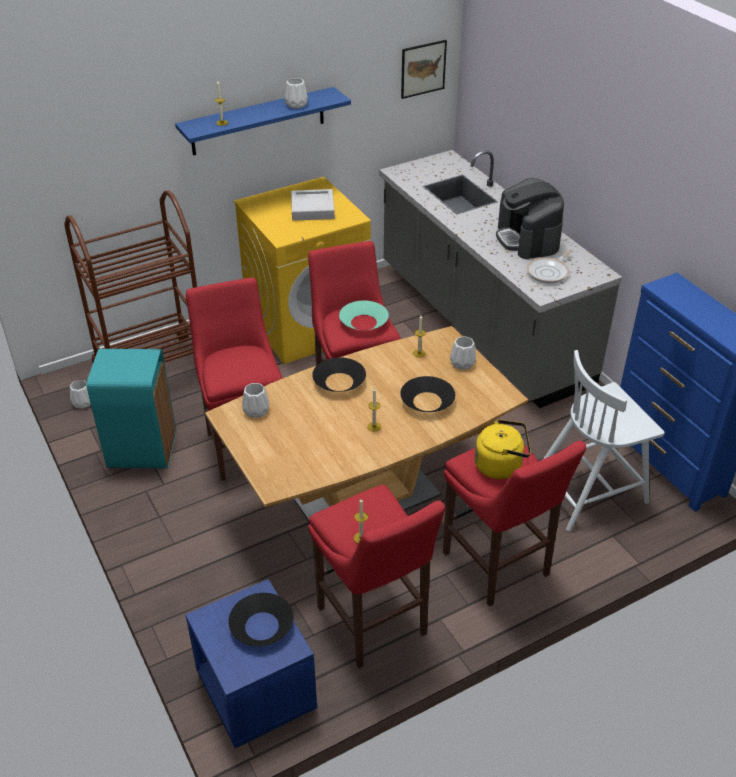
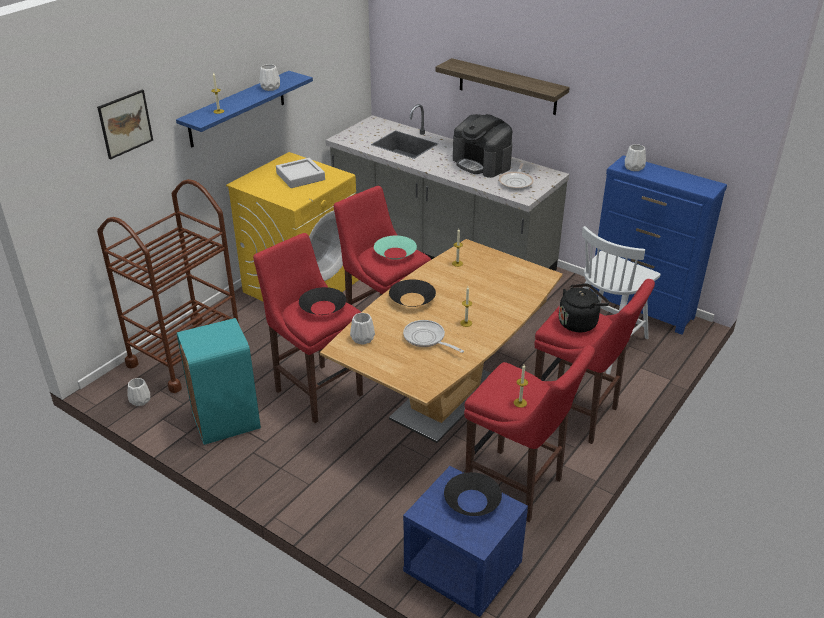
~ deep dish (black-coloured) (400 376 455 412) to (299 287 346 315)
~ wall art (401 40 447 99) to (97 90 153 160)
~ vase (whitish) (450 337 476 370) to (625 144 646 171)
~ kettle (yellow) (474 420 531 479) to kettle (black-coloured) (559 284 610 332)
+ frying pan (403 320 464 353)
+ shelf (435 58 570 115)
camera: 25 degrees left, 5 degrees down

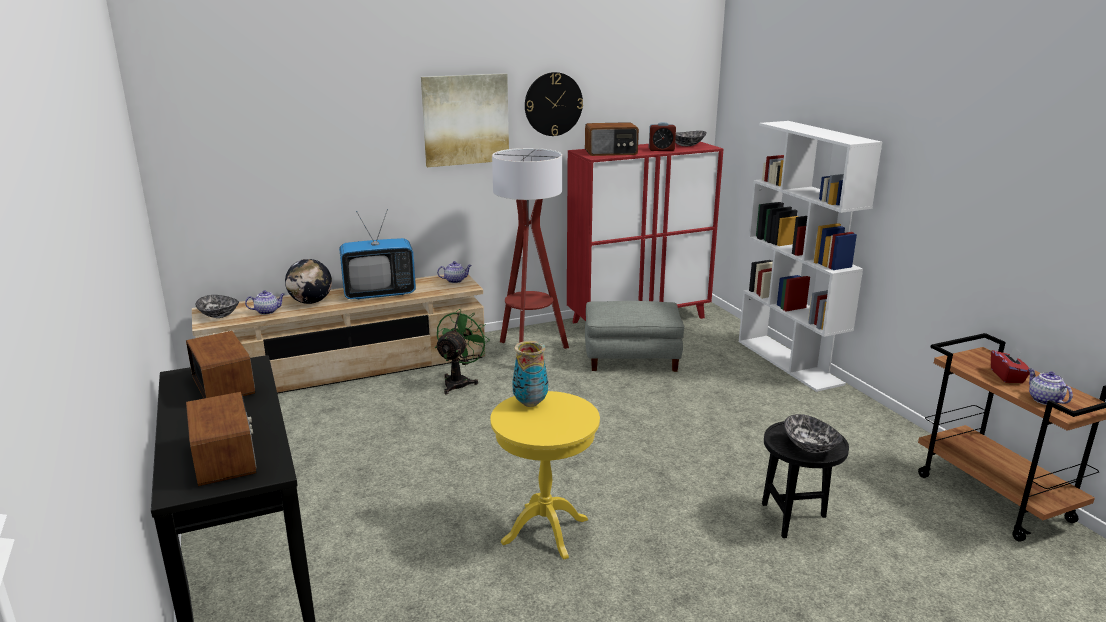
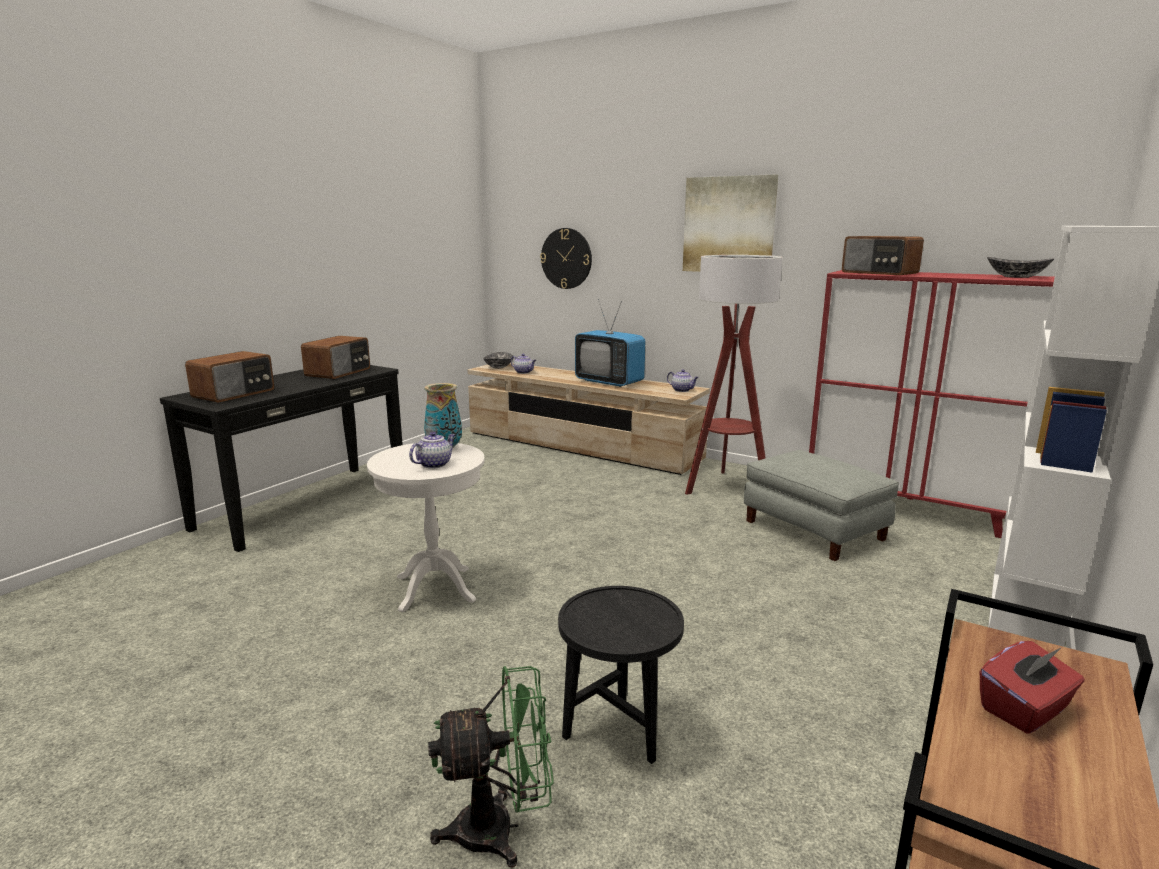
- globe (285 259 332 304)
~ electric fan (green) (435 309 490 394) to (428 666 554 868)
~ accent table (yellow) (490 391 600 560) to accent table (whitish) (367 443 485 612)
~ clock on the wall (525 72 583 136) to (540 228 592 289)
- alarm clock (649 122 676 151)
- deep dish (784 414 843 453)
~ teapot (1028 369 1073 405) to (409 432 455 469)
camera: 55 degrees right, 5 degrees down

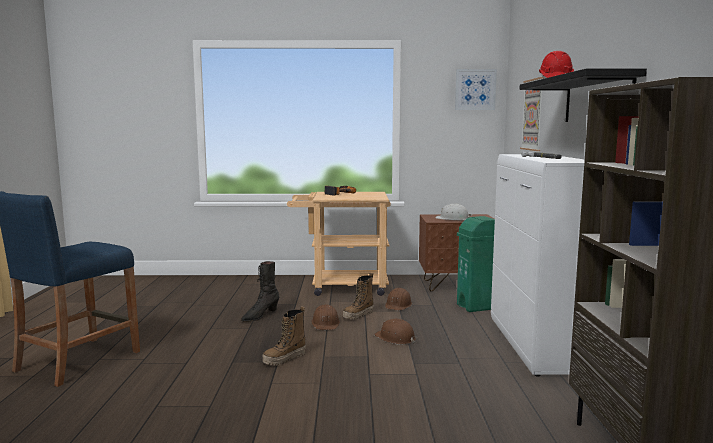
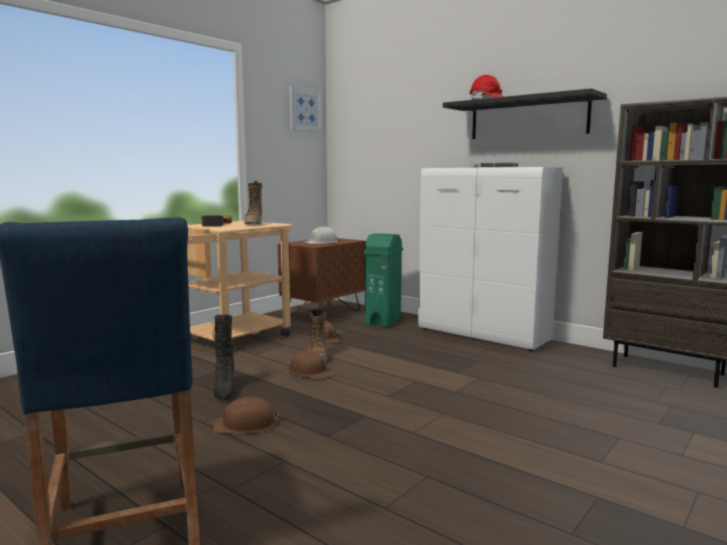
~ tall boot (262 306 306 366) to (244 181 263 224)
~ safety helmet (brown) (374 319 417 345) to (213 396 280 434)
- wall art (520 77 544 151)
camera: 50 degrees left, 0 degrees up

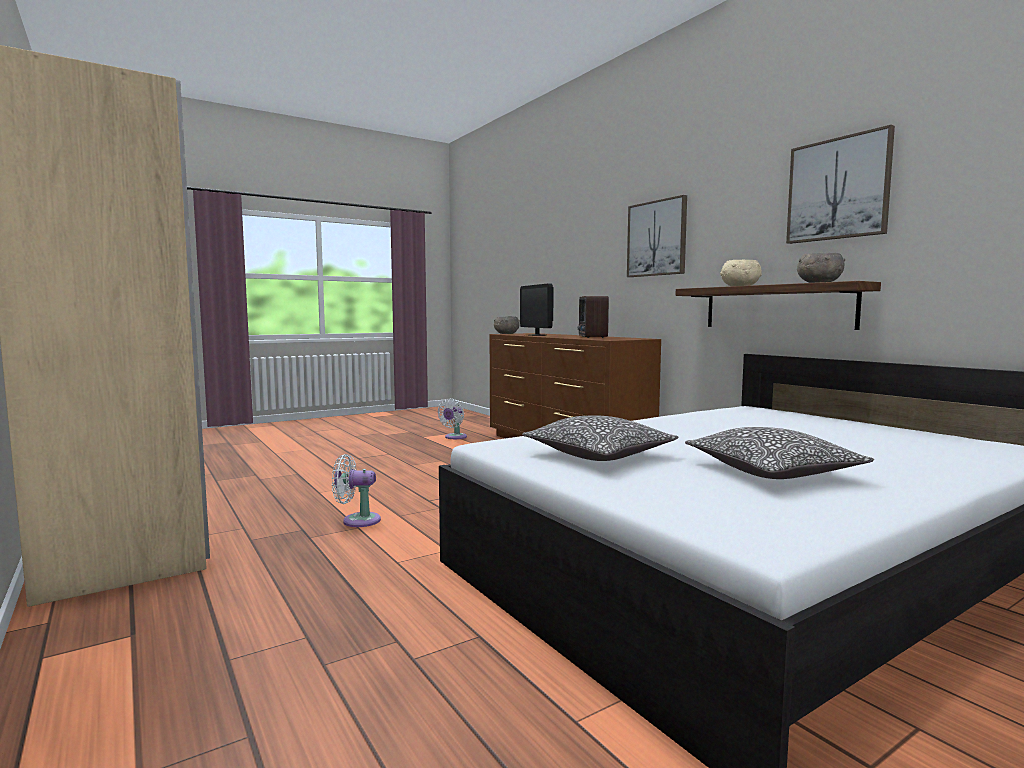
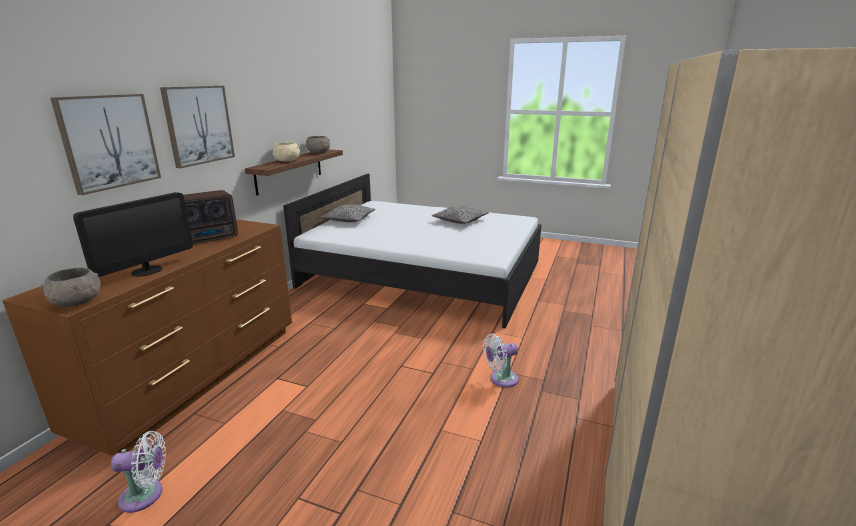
~ electric fan (whitish) (332 454 381 527) = (483 334 519 387) 105 degrees clockwise
~ throw pillow (522 415 678 461) to (321 205 375 222)
~ wall art (786 125 895 244) to (50 94 161 195)
camera: 125 degrees left, 15 degrees up

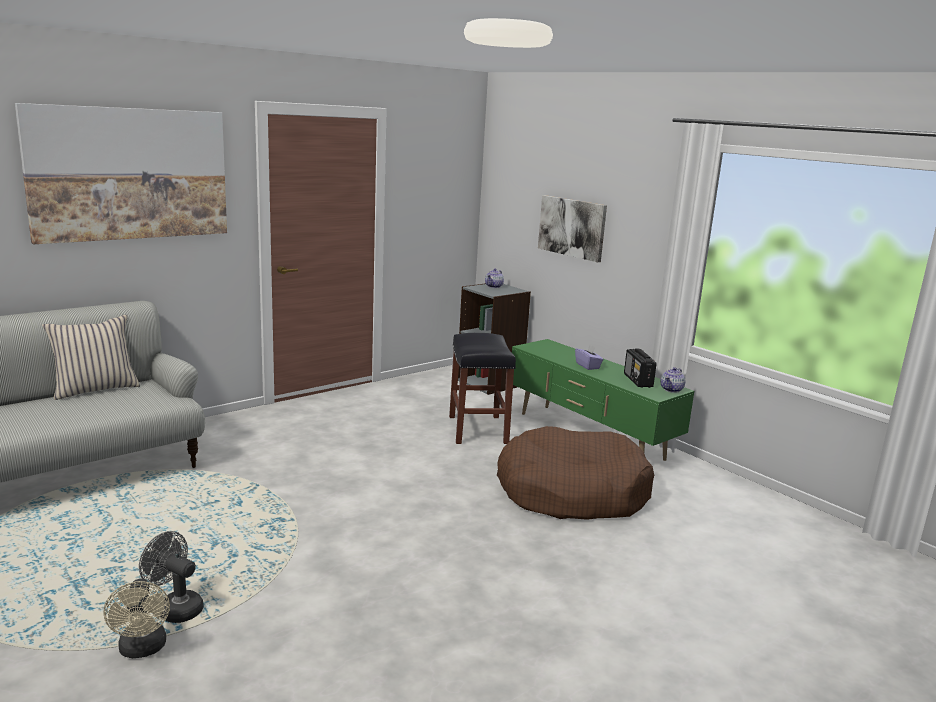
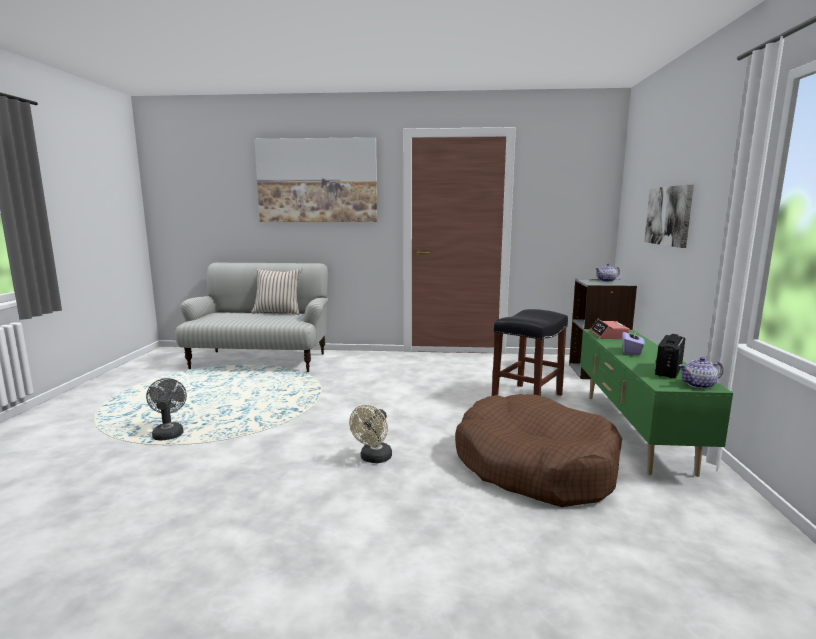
~ electric fan (beige) (104 579 170 658) to (349 405 392 463)
+ alarm clock (589 319 630 339)
camera: 45 degrees right, 5 degrees down

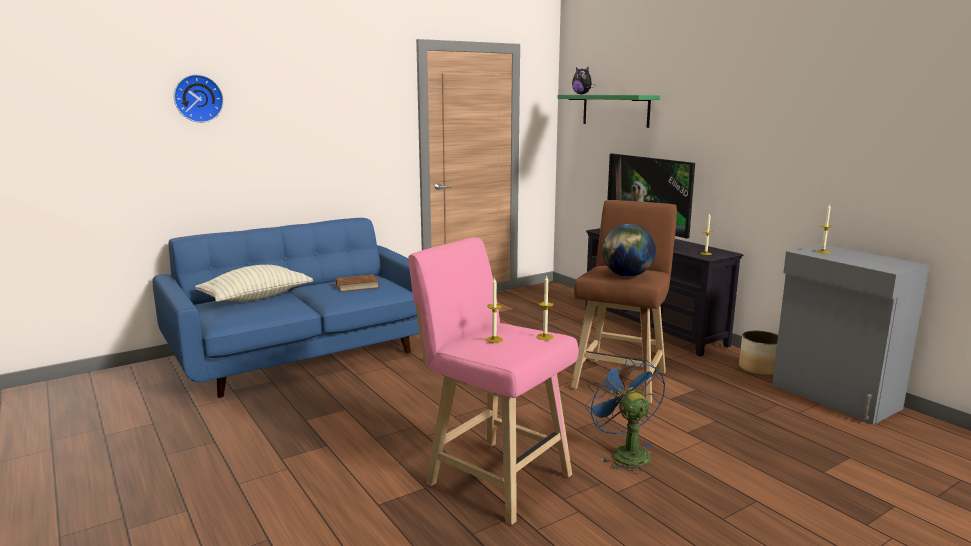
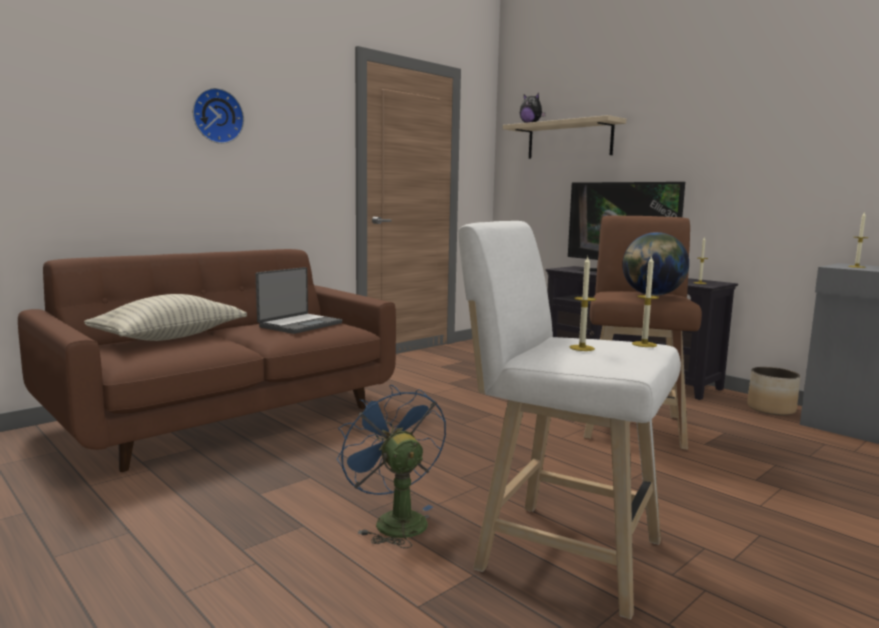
~ sofa (bluish) (152 218 420 398) to sofa (brown) (18 249 396 472)
~ clock on the wall (174 74 224 123) to (193 88 244 144)
~ book (brown) (330 275 379 292) to portable computer (256 267 342 334)
~ stool (pinkish) (408 237 579 525) to stool (whitish) (458 221 681 619)
~ shelf (green) (558 95 660 128) to shelf (beige) (503 115 626 159)
~ electric fan (bluish) (585 357 665 474) to (337 385 446 548)
camera: 10 degrees left, 5 degrees down

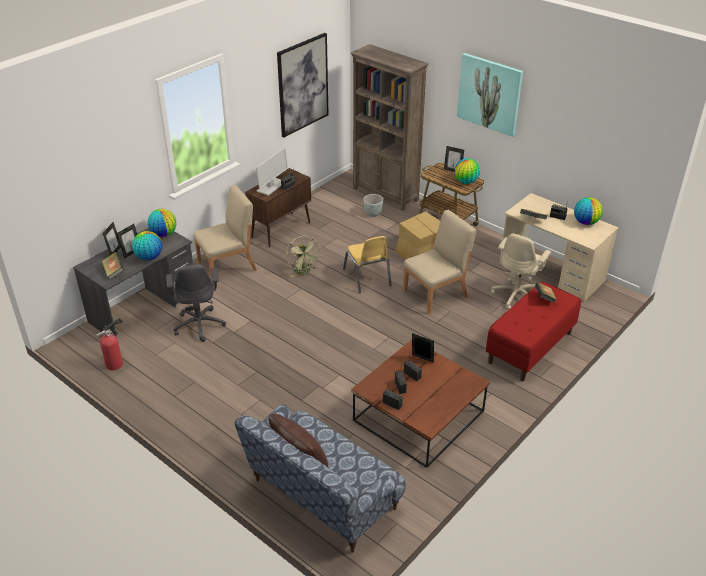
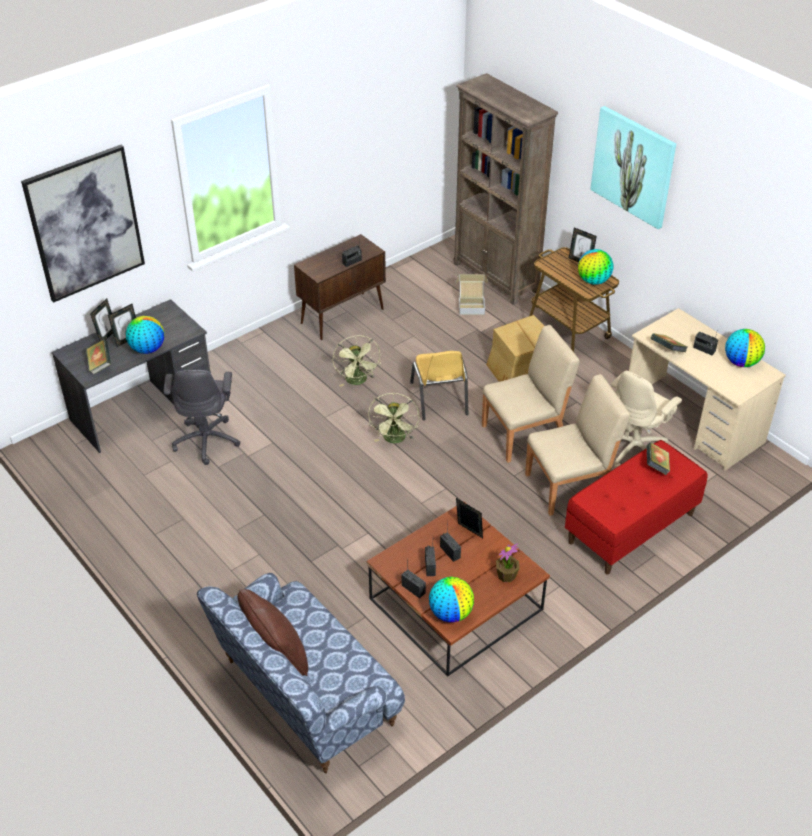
- fire-fighting cylinder (96 318 123 370)
~ globe (148 209 176 237) to (429 577 474 622)
~ upright chair (beige) (193 185 257 284) to (525 374 630 516)
- computer display (256 147 288 196)
~ wall art (277 33 329 137) to (21 145 145 303)
~ planter (greyish) (363 194 383 217) to packing box (456 274 488 315)
+ electric fan (green) (368 393 419 443)
+ plant in a pot (496 543 519 582)
camera: 10 degrees right, 5 degrees up

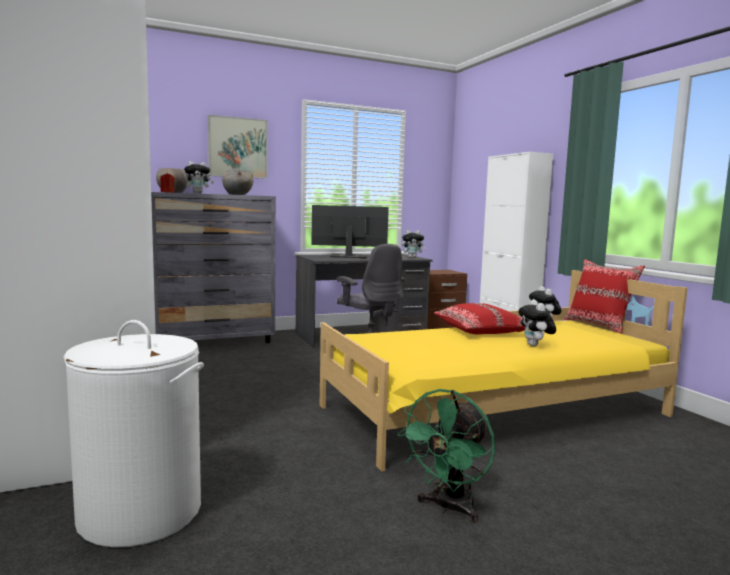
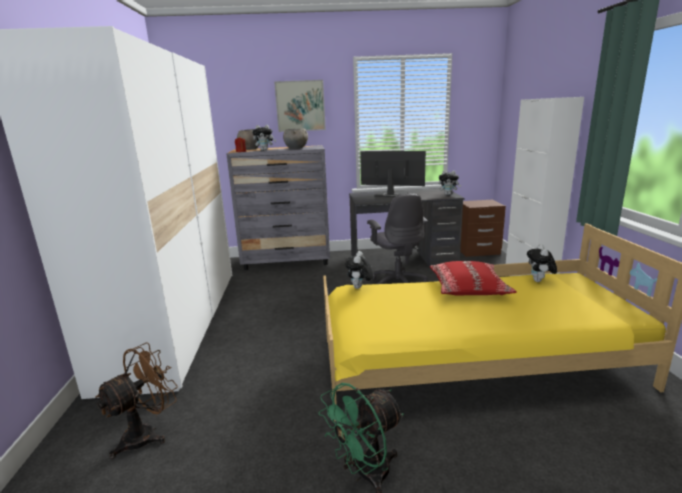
~ laundry basket (whitish) (64 320 204 548) to electric fan (brown) (95 342 178 459)
~ cuddly toy (518 300 556 346) to (345 251 373 289)
- throw pillow (red) (564 259 645 334)
camera: 20 degrees right, 10 degrees up

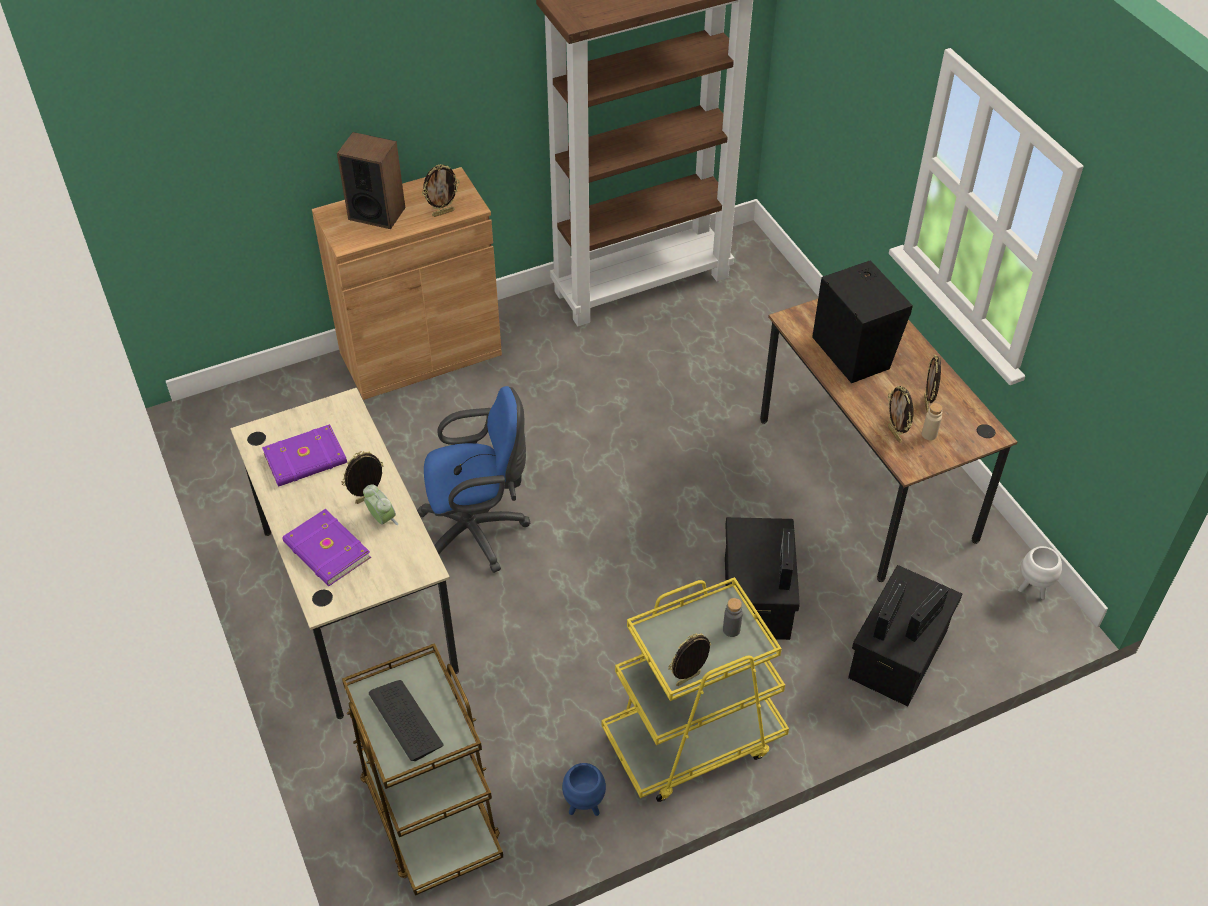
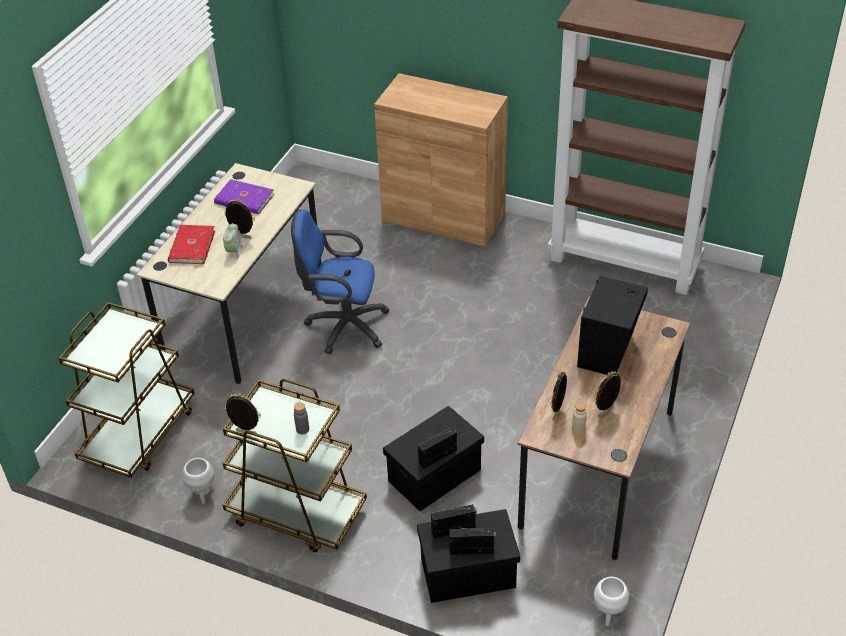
~ book (purple-coloured) (283 509 371 586) to book (red) (168 225 215 264)
- loudspeaker (337 132 405 229)
- computer keyboard (369 680 443 761)
~ office chair (bluish) (417 386 530 573) = (291 210 389 354) 150 degrees clockwise
- photo frame (422 164 460 217)
~ planter (bluish) (562 763 606 816) to planter (whitish) (182 458 215 504)
~ cart (yellow) (602 577 789 802) to cart (brown) (223 379 367 552)
camera: 50 degrees right, 5 degrees down

